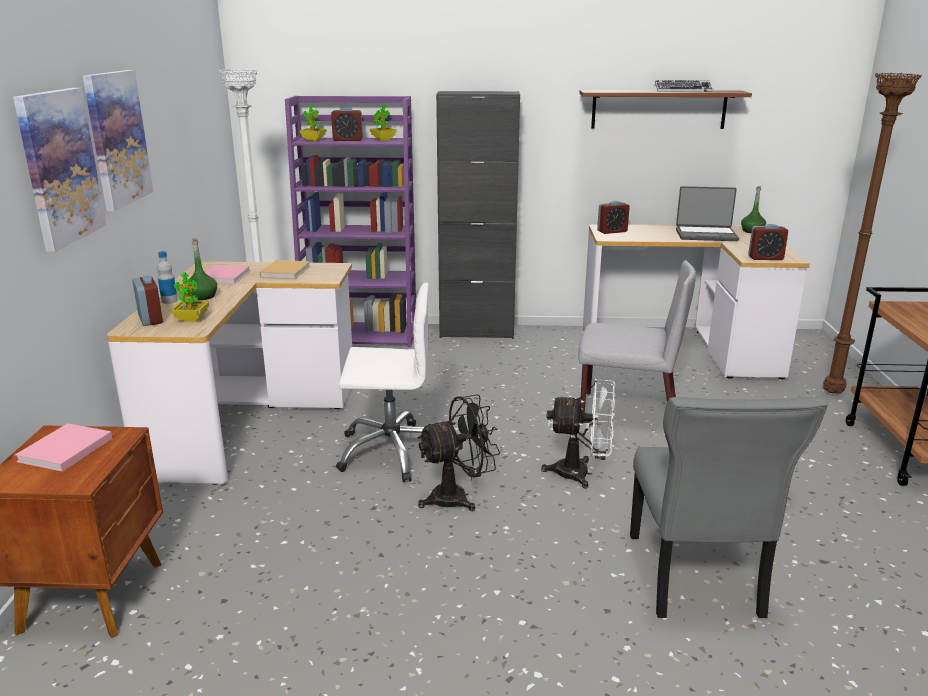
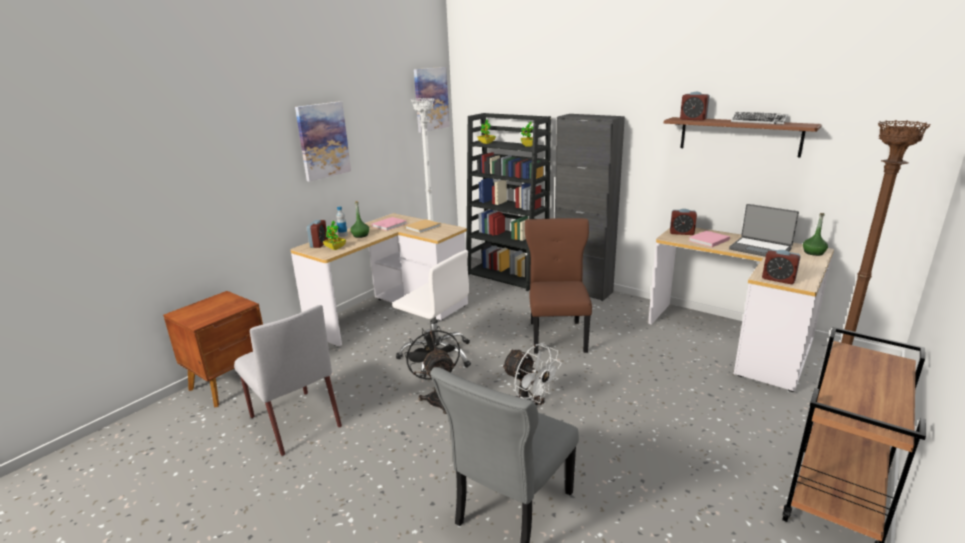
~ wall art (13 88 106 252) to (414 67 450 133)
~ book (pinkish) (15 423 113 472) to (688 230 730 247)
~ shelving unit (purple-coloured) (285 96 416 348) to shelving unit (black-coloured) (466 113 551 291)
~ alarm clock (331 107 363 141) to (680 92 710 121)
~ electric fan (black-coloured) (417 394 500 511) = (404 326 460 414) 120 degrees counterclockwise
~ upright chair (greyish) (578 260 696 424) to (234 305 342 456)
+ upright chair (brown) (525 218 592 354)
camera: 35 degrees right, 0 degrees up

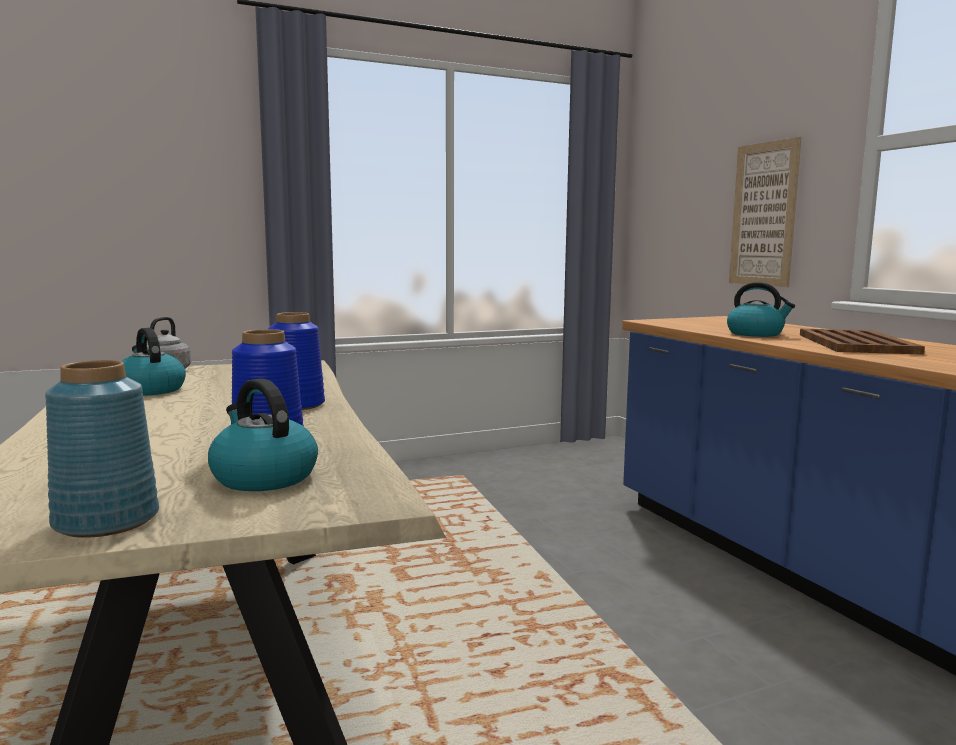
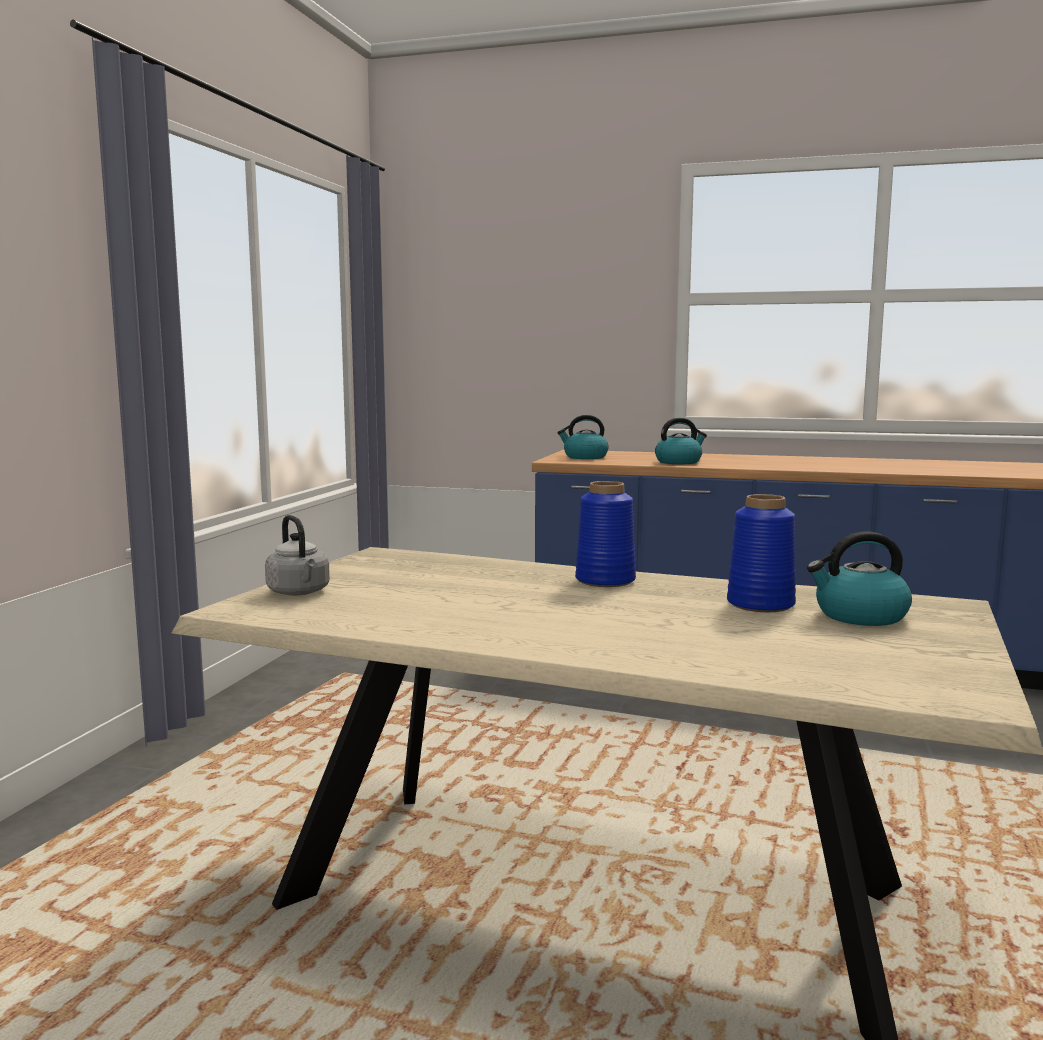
- vase (bluish) (45 360 159 538)
~ kettle (122 328 186 396) to (557 415 609 459)
- wall art (729 137 802 287)
- carrying tray (brown) (800 329 925 355)
camera: 50 degrees left, 0 degrees up

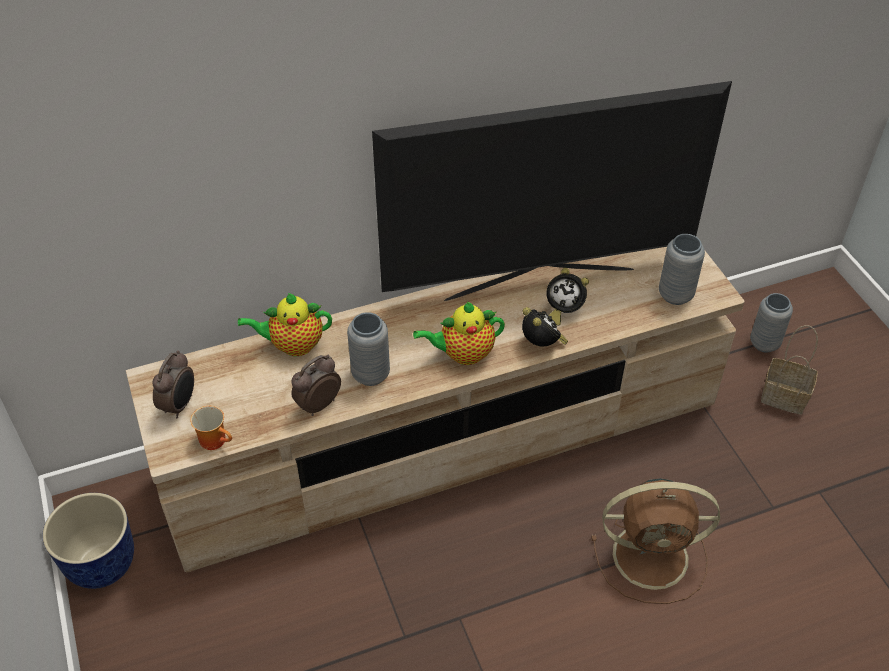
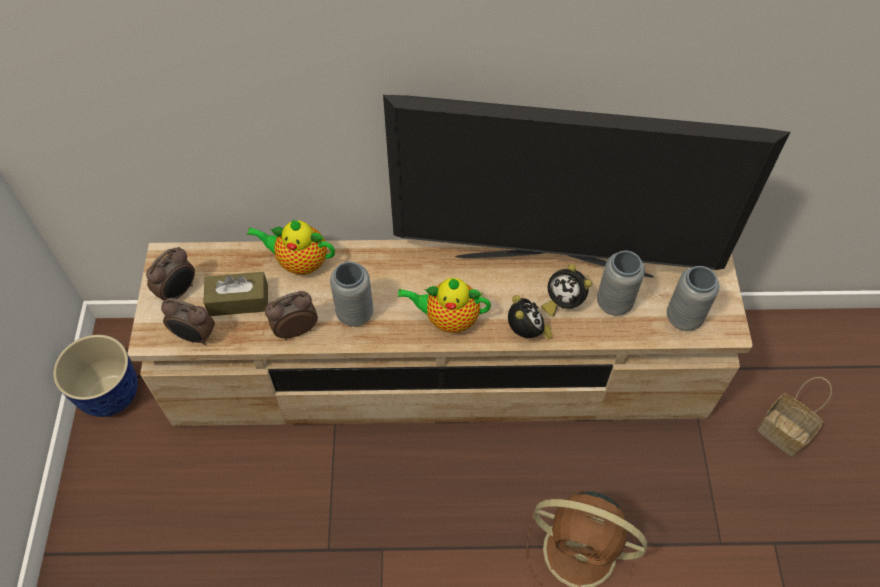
~ tea mug (191 406 232 450) to alarm clock (161 298 215 345)
~ vase (greyish) (750 293 793 353) to (597 251 645 316)
+ tissue holder (brown) (203 272 268 316)
camera: 20 degrees right, 10 degrees up

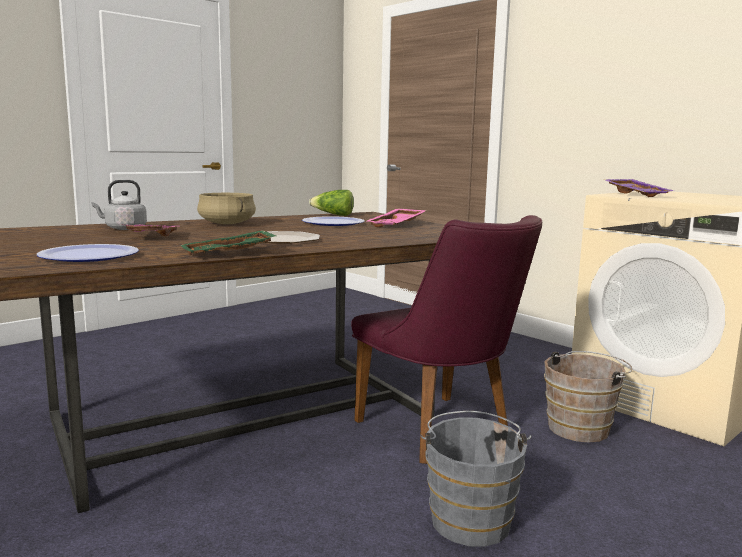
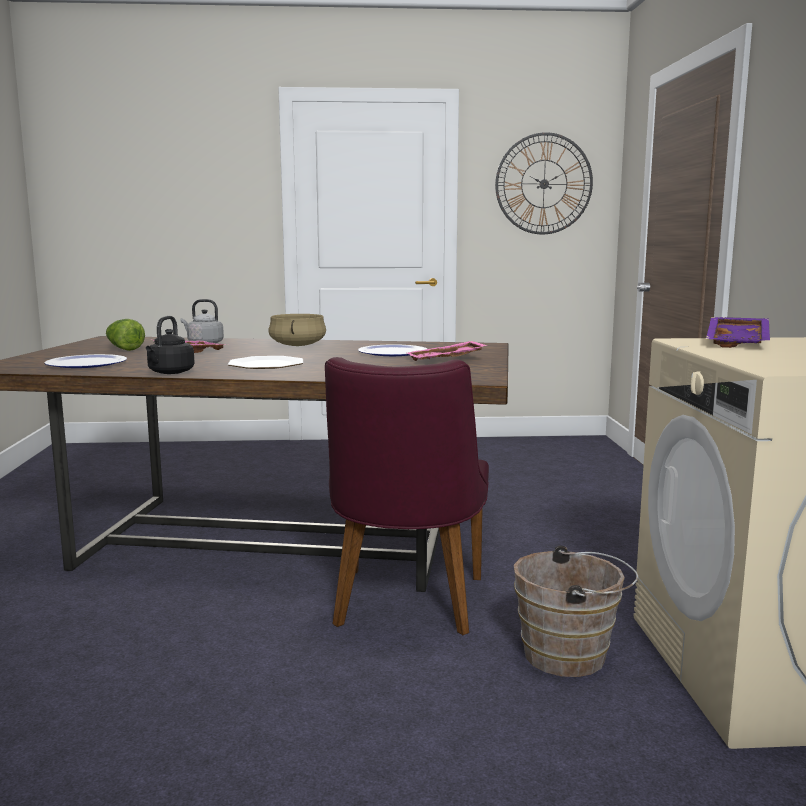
~ carrying tray (green) (180 230 277 255) to kettle (black-coloured) (146 316 195 374)
~ head of lettuce (309 190 354 216) to (106 319 145 351)
- pail (greyish) (420 411 531 547)
+ clock on the wall (495 132 593 235)
camera: 40 degrees right, 0 degrees up

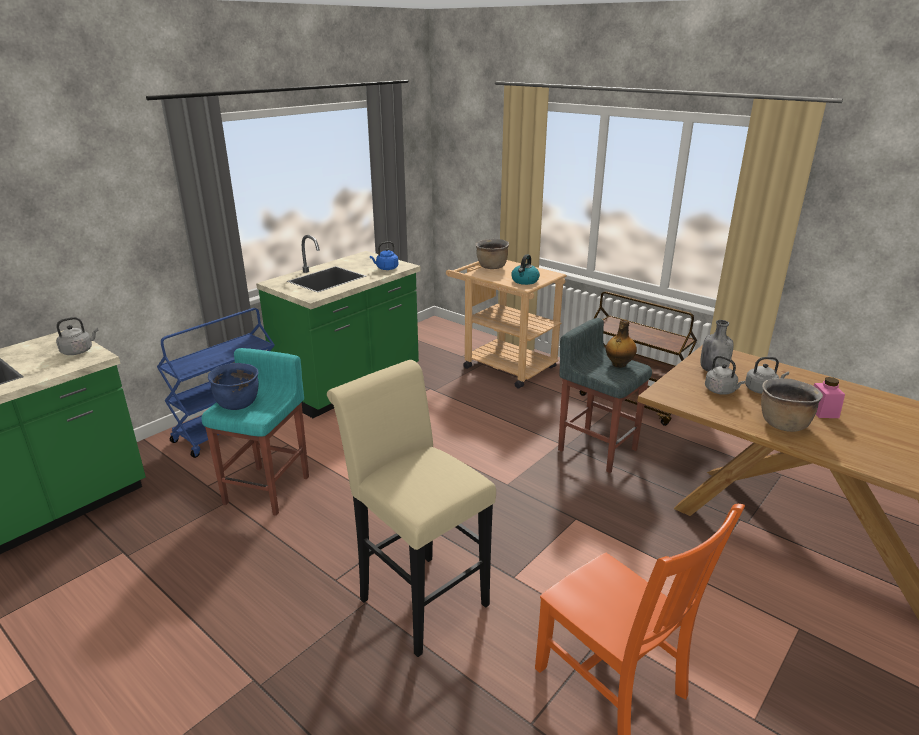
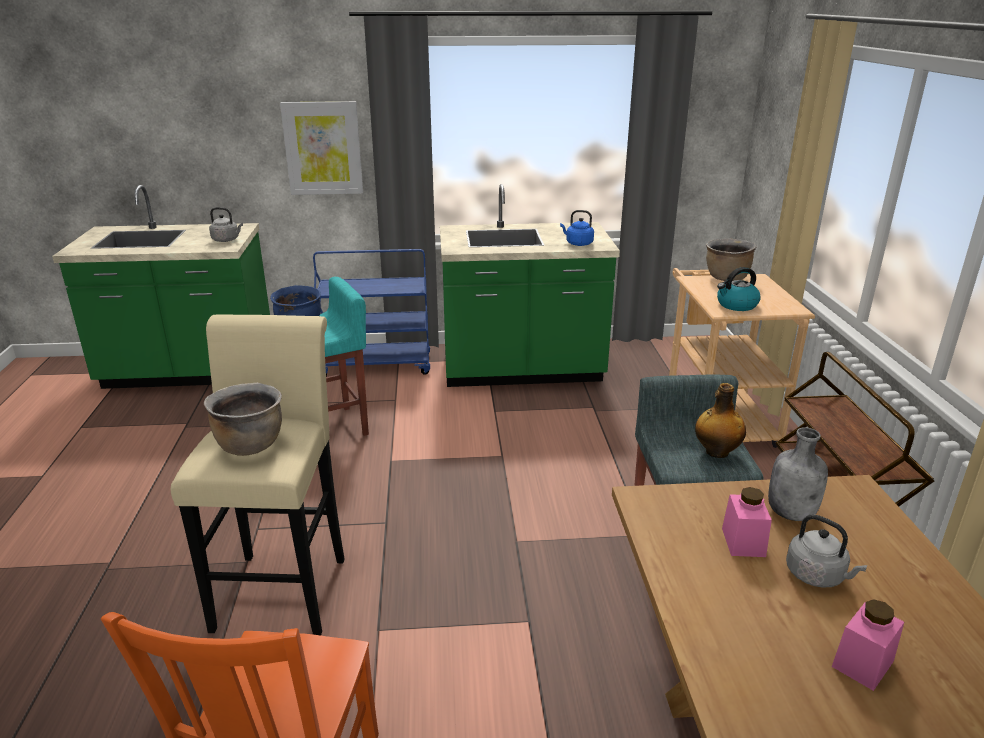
~ kettle (greyish) (705 356 745 395) to storage jar (pinkish) (722 487 772 557)
~ saucepot (brown) (761 378 823 432) to (204 383 282 456)
+ wall art (280 101 363 195)
camera: 45 degrees right, 0 degrees up

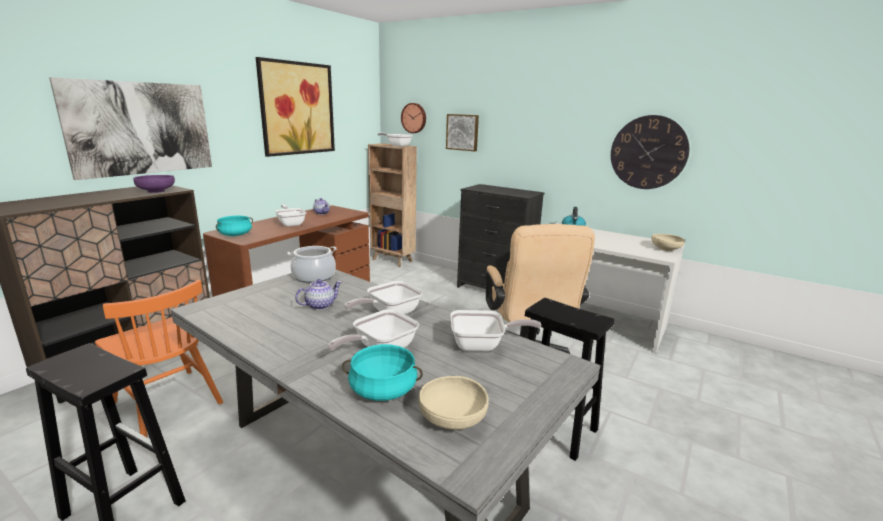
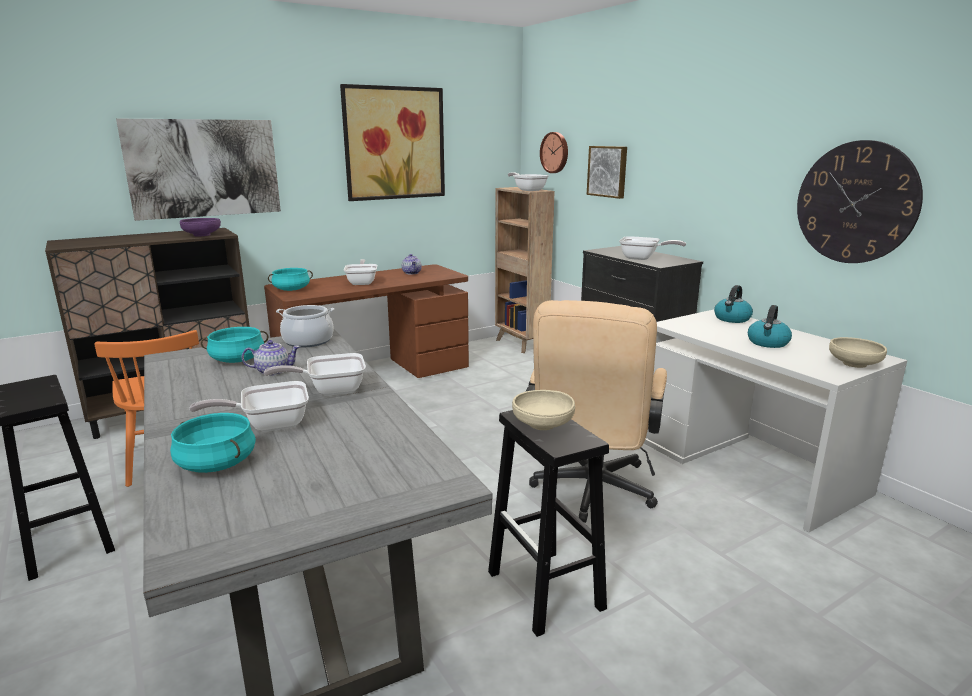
~ deep dish (beige) (419 376 489 430) to (512 390 575 430)
~ frying pan (450 310 542 351) to (619 236 686 260)
+ saucepot (turquoise-coloured) (201 327 268 363)
+ kettle (748 305 792 348)
camera: 25 degrees right, 0 degrees up

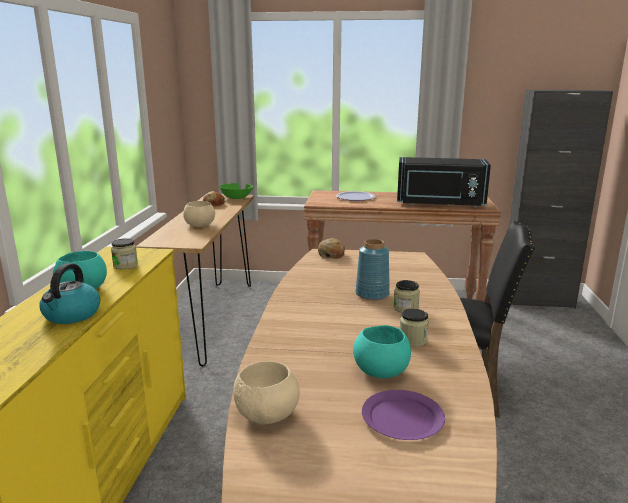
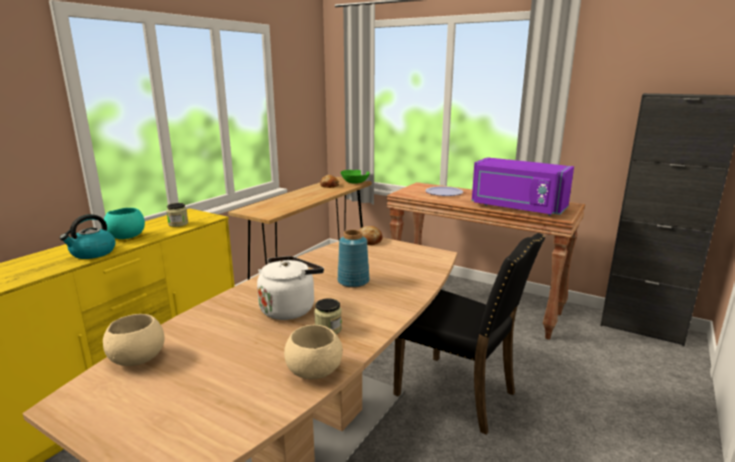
~ deep dish (beige) (183 201 215 227) to (284 325 343 379)
- deep dish (turquoise-coloured) (353 325 411 378)
- dinner plate (purple-coloured) (362 390 445 440)
- storage jar (394 280 420 313)
~ microwave oven (black-coloured) (397 157 491 208) to microwave oven (purple-coloured) (472 157 574 216)
+ kettle (whitish) (257 256 324 320)
camera: 25 degrees right, 0 degrees up

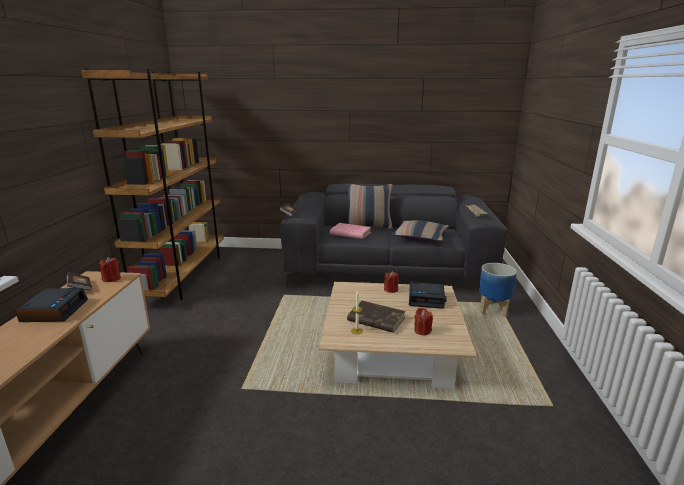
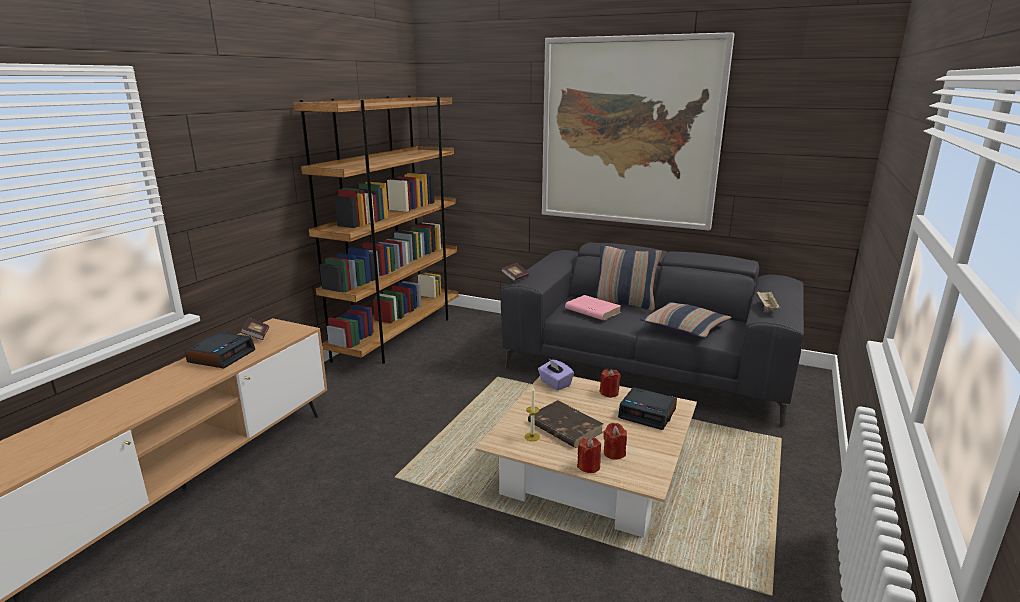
~ wax candle (red) (99 257 121 282) to (577 437 601 473)
- planter (479 263 517 317)
+ tissue holder (purple-coloured) (538 359 574 390)
+ wall art (542 32 735 230)
camera: 20 degrees right, 0 degrees up

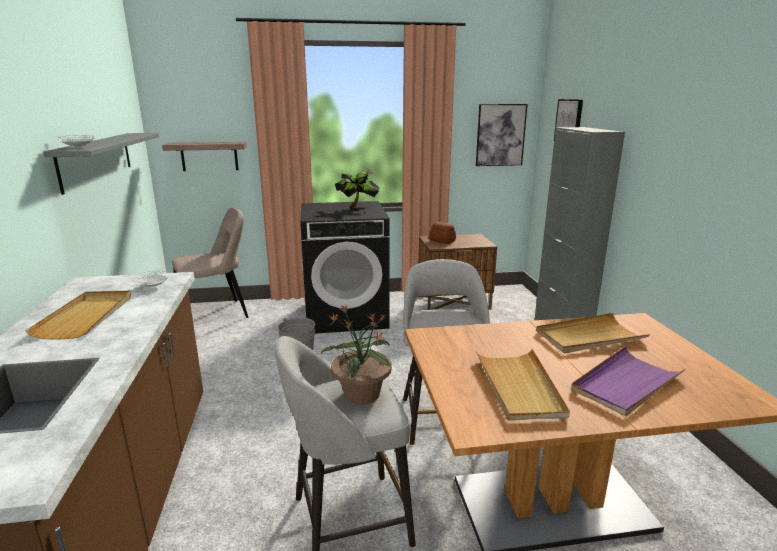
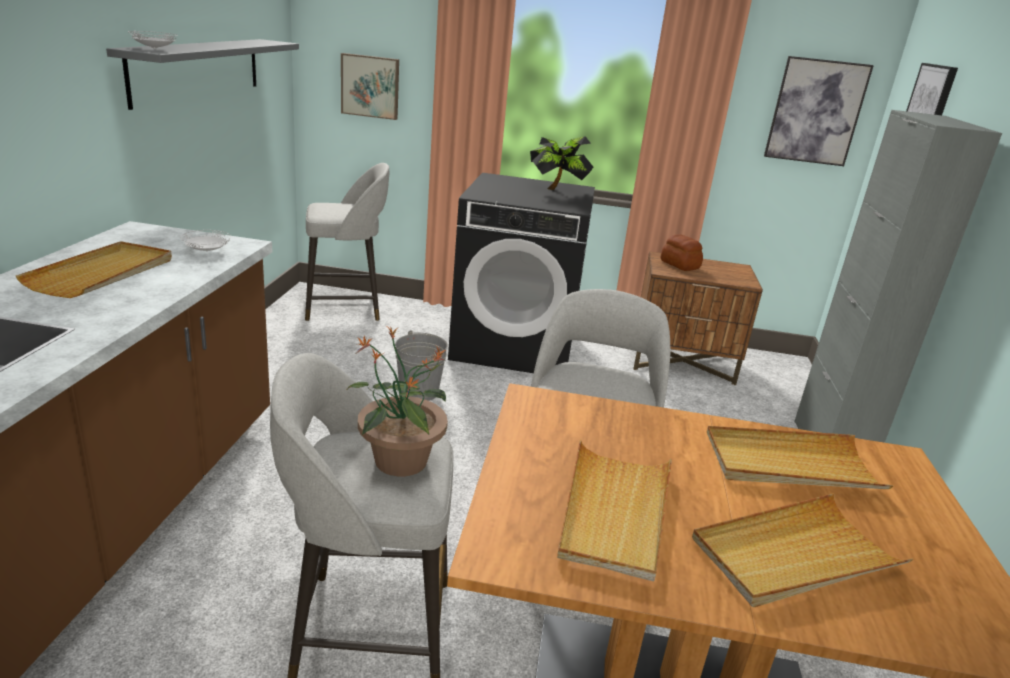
~ shelf (162 142 247 171) to wall art (341 53 399 120)
~ upright chair (beige) (172 208 249 318) to stool (greyish) (305 163 389 321)
~ carrying tray (purple-coloured) (571 346 686 417) to carrying tray (beige) (692 493 914 607)
camera: 15 degrees right, 5 degrees up

